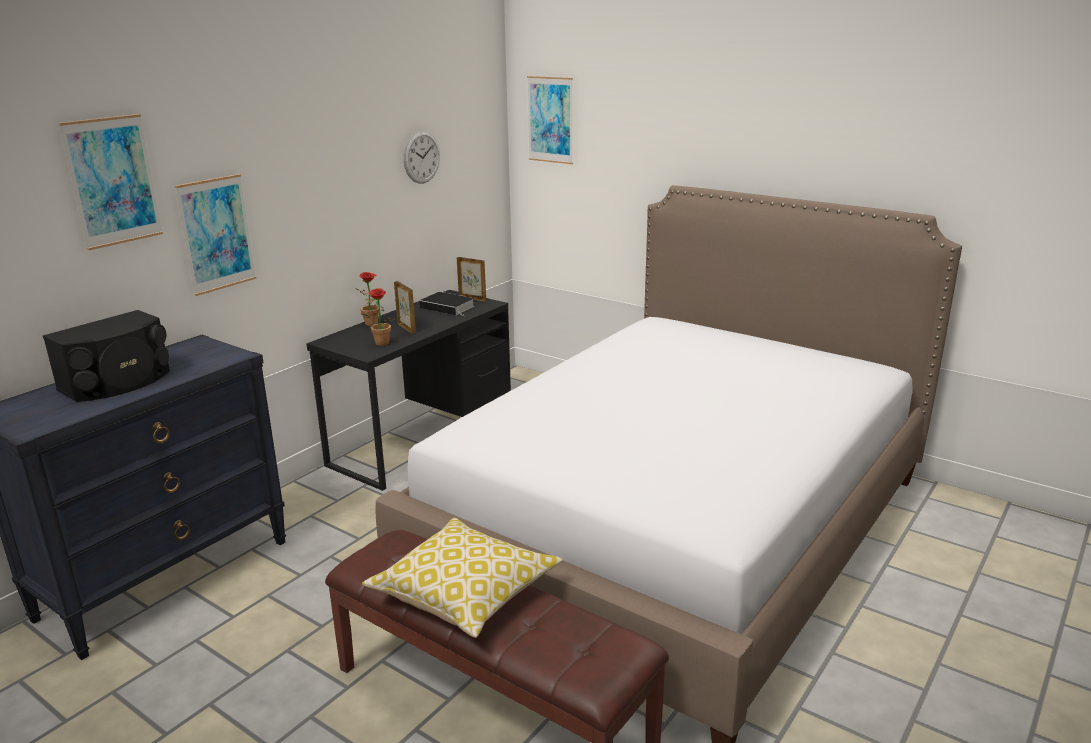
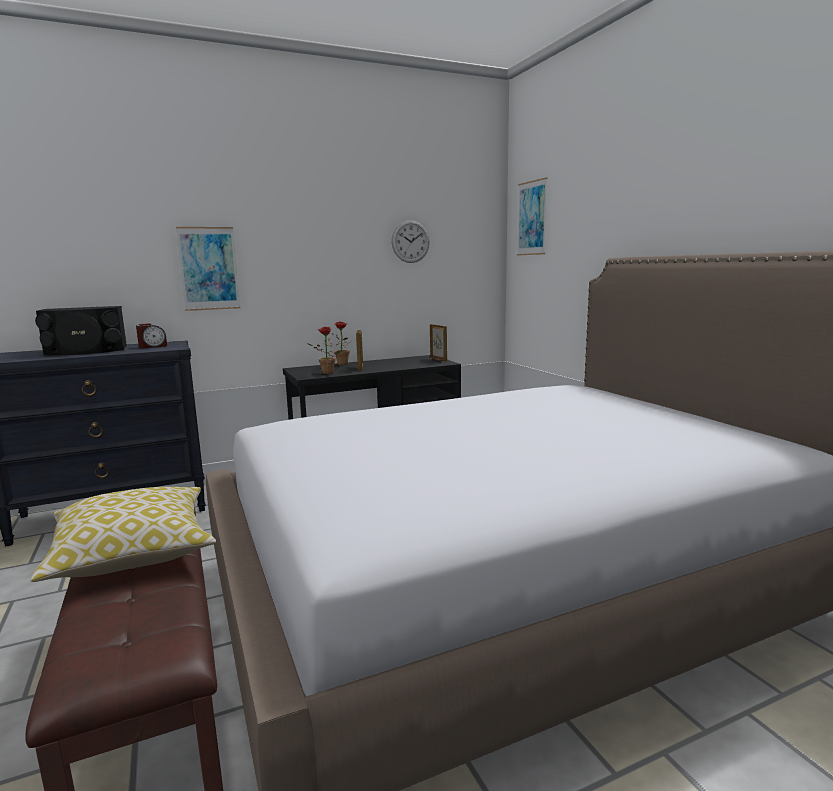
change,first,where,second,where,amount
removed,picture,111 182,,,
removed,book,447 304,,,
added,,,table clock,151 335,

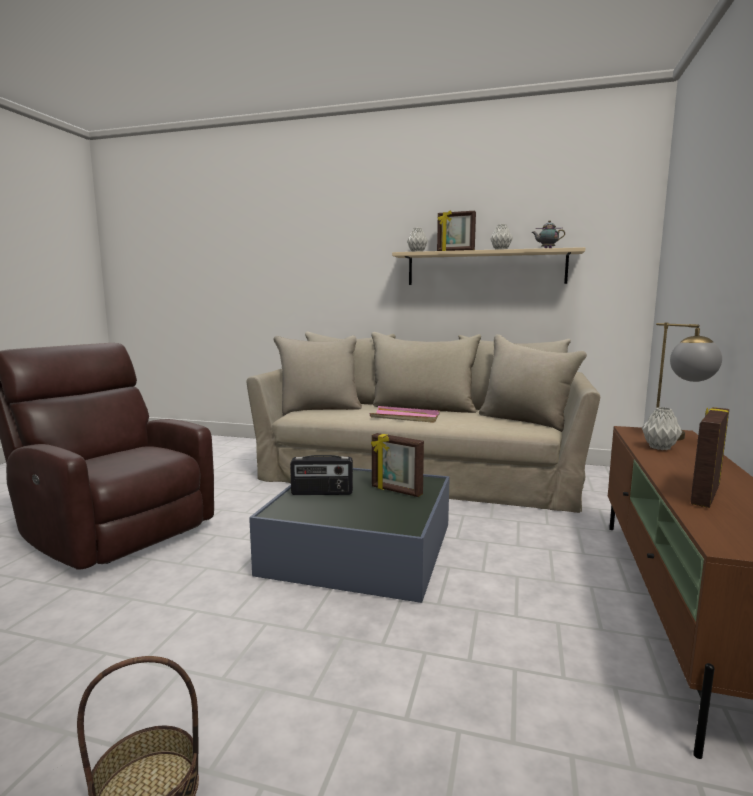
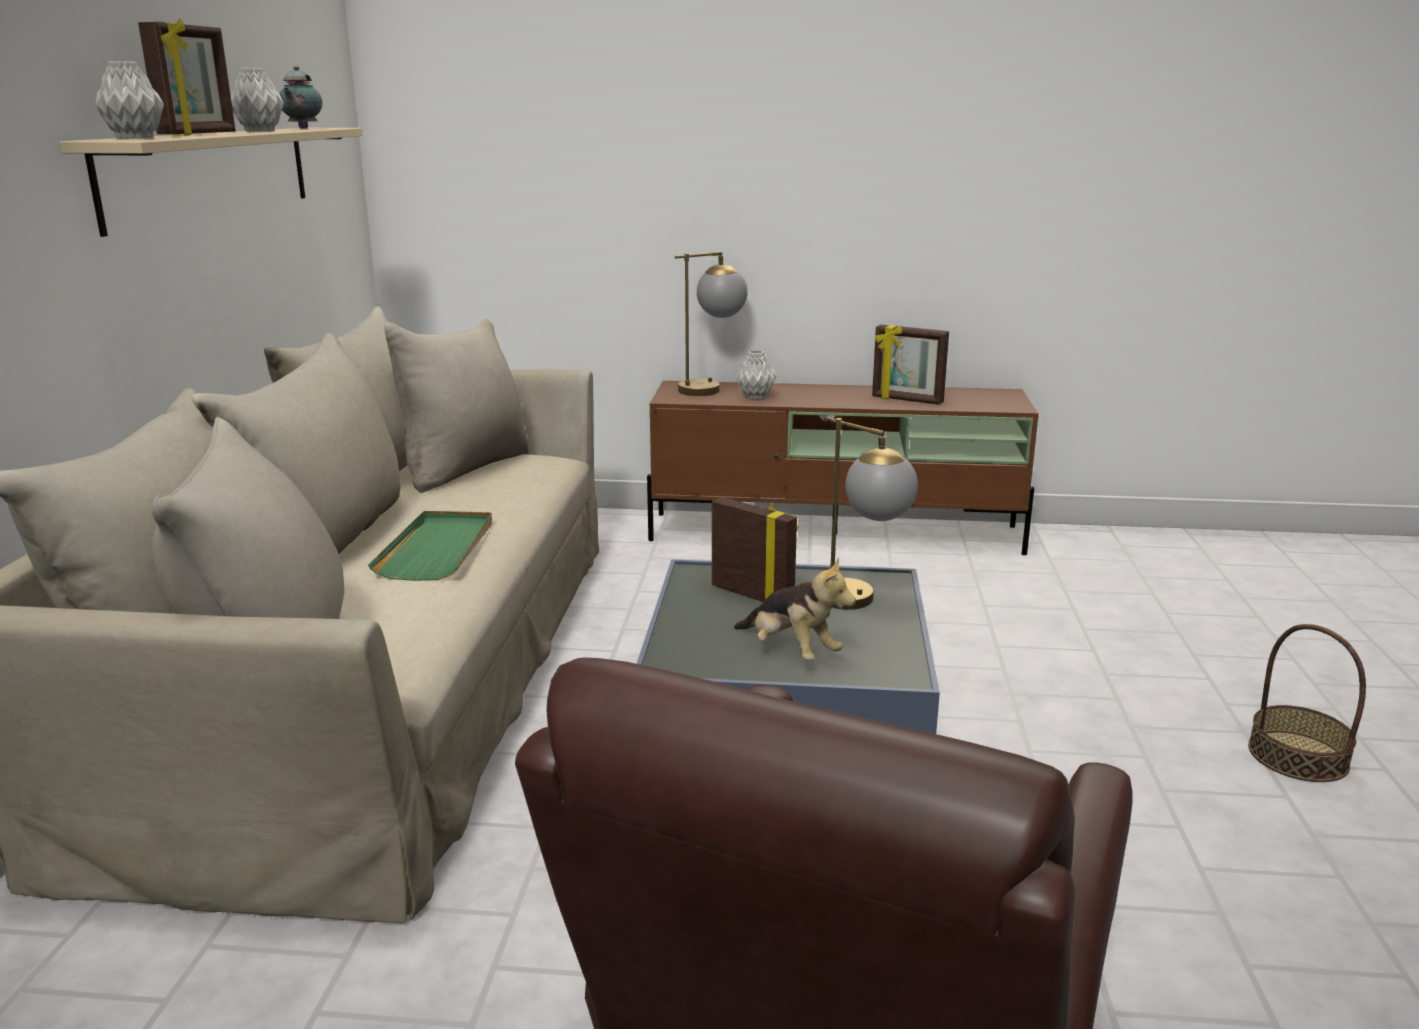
change,first,where,second,where,amount
recoloured,pinkish carrying tray,404 414,green-coloured carrying tray,430 546,
turned,picture frame,397 465,,755 549,75 degrees counterclockwise
replaced,radio set,321 475,plush toy,795 608,
added,,,table lamp,871 513,

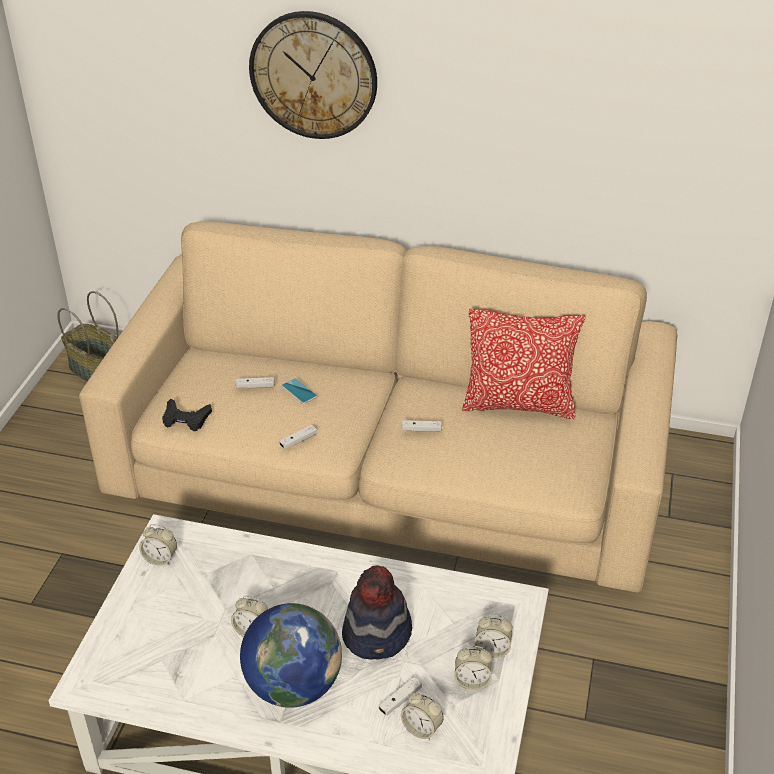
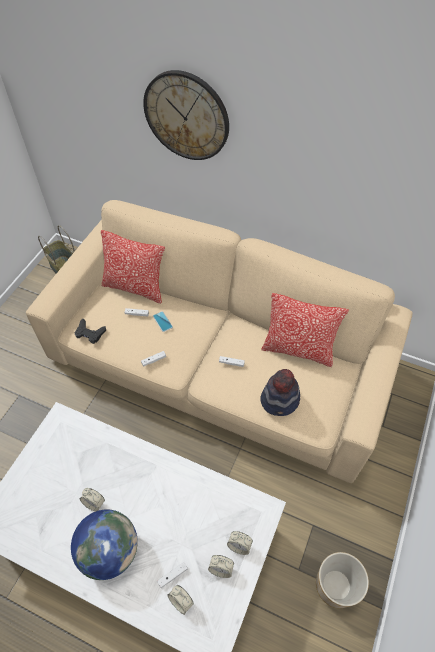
change,first,where,second,where,amount
removed,table clock,158 545,,,
moved,hat,377 612,,280 392,
added,,,pillow,133 267,
added,,,planter,342 580,

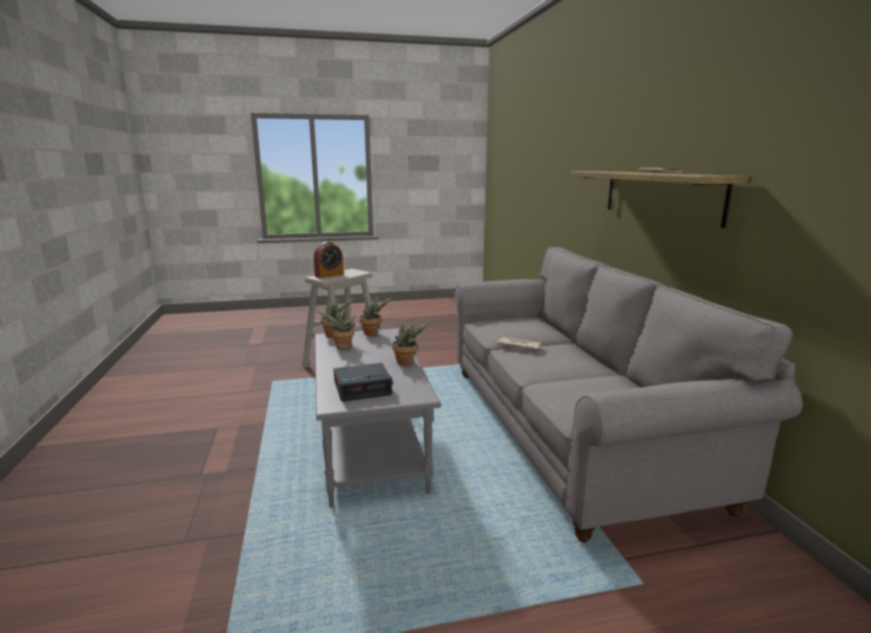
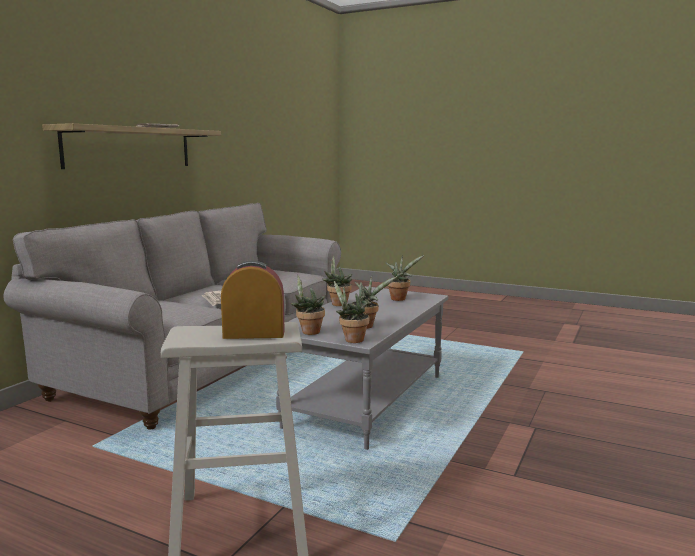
change,first,where,second,where,amount
replaced,table clock,363 382,potted plant,404 278,

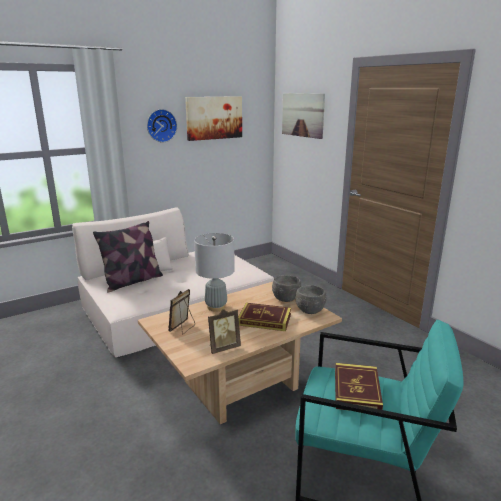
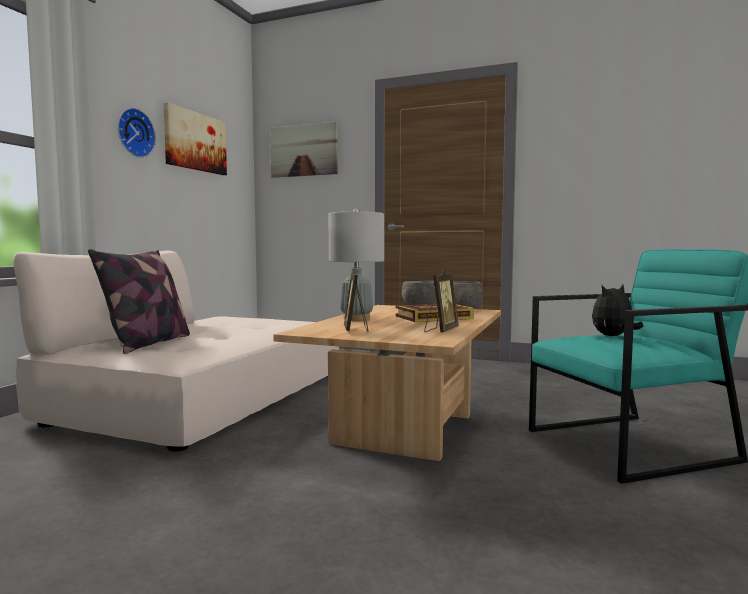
change,first,where,second,where,amount
replaced,book,359 387,plush toy,618 310,

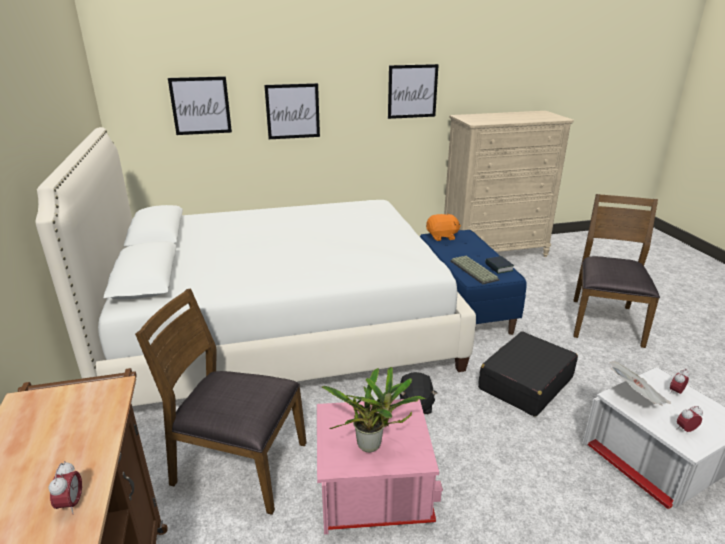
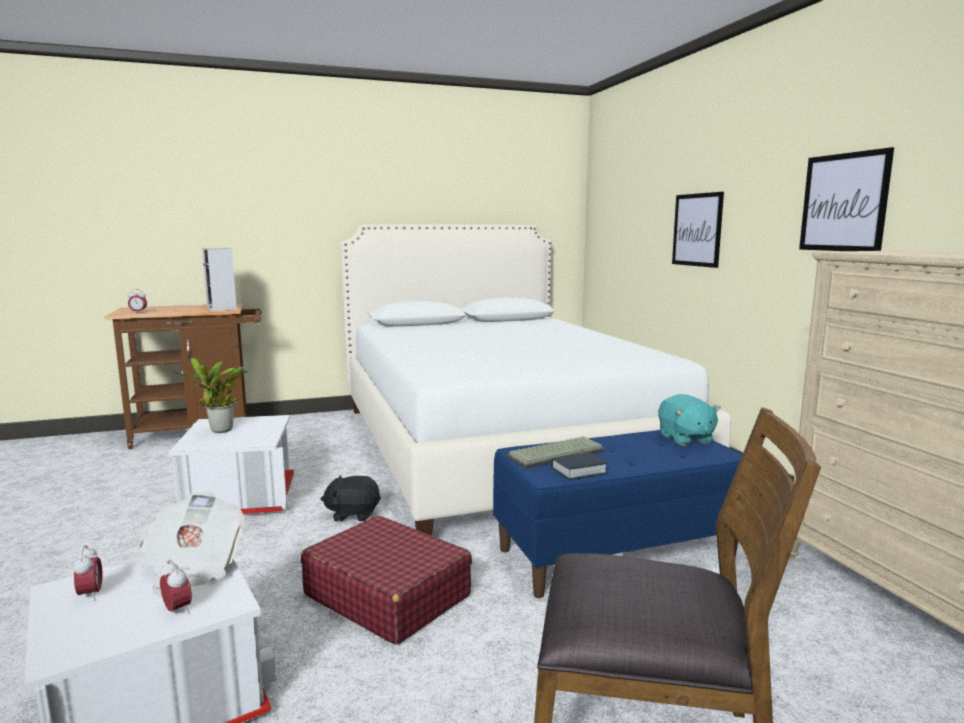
change,first,where,second,where,amount
removed,picture,200 105,,,
recoloured,orangey plush toy,443 227,turquoise-coloured plush toy,689 420,
removed,brown upright chair,221 401,,,
recoloured,black-coloured travel case,528 374,red-coloured travel case,386 580,
recoloured,pinkish storage container,380 466,white storage container,231 464,
added,,,audio speaker,219 280,

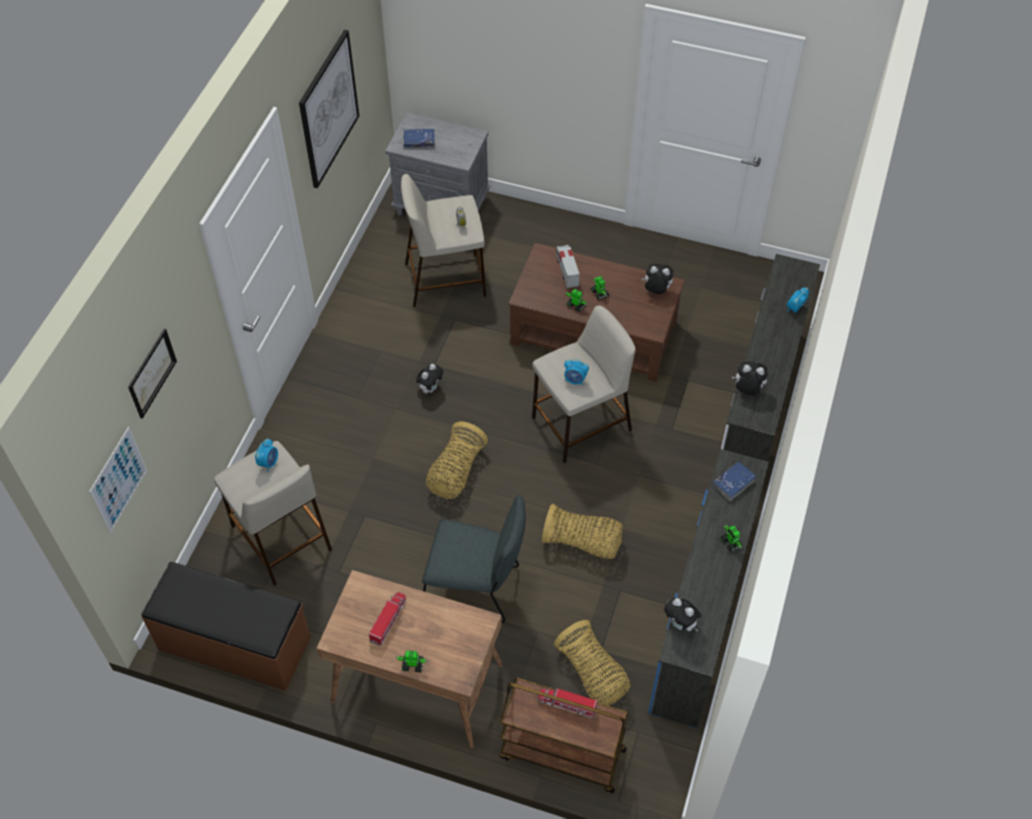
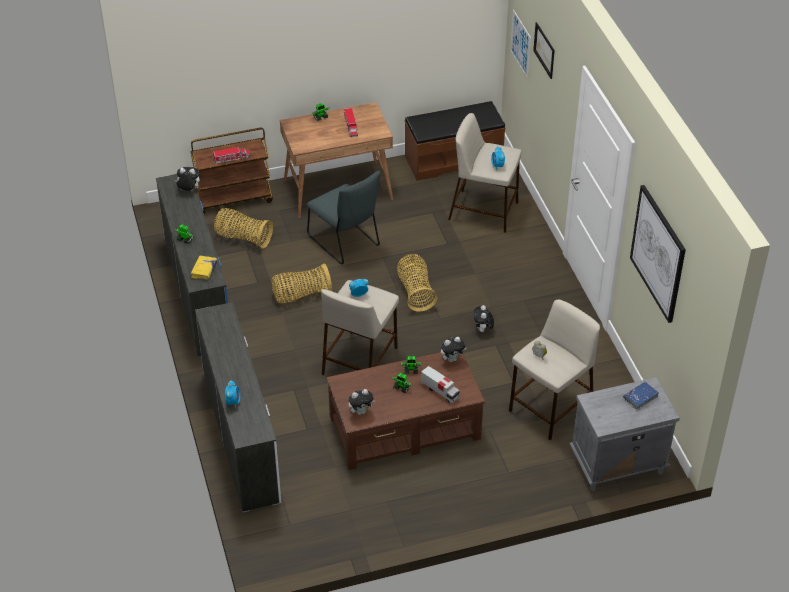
change,first,where,second,where,amount
moved,plush toy,750 378,,453 349,
recoloured,blue-coloured book,734 481,yellow book,204 267,
turned,grey upright chair,474 558,,343 217,105 degrees counterclockwise

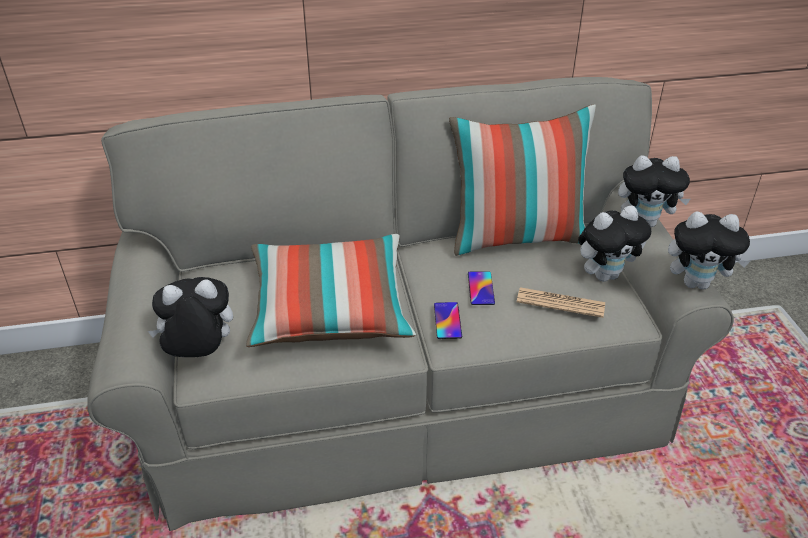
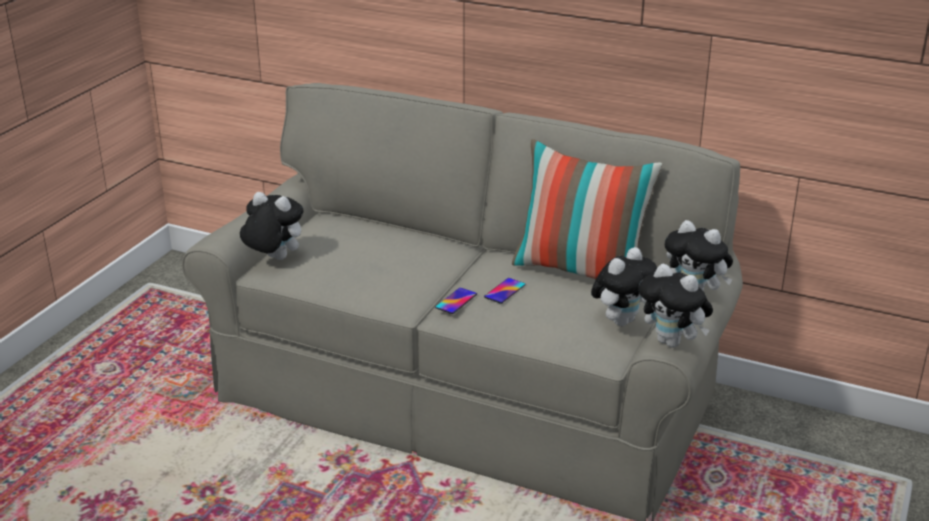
change,first,where,second,where,amount
turned,plush toy,614 244,,624 286,60 degrees counterclockwise
removed,pillow,331 290,,,
removed,daily paper,561 302,,,

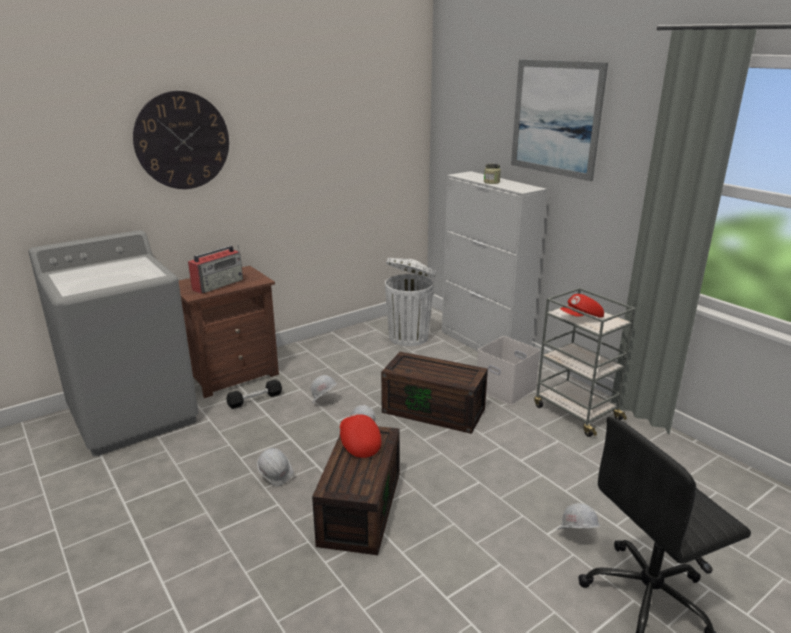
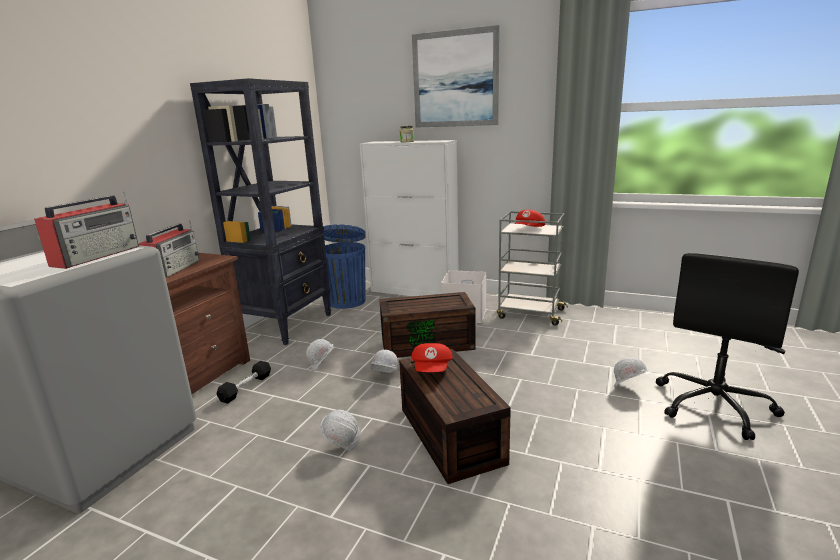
change,first,where,second,where,amount
removed,clock on the wall,181 140,,,
recoloured,white waste bin,410 302,blue-coloured waste bin,345 266,
turned,red-coloured baseball cap,361 436,,432 357,120 degrees counterclockwise
added,,,black-coloured shelving unit,260 211,
added,,,radio set,86 230,

